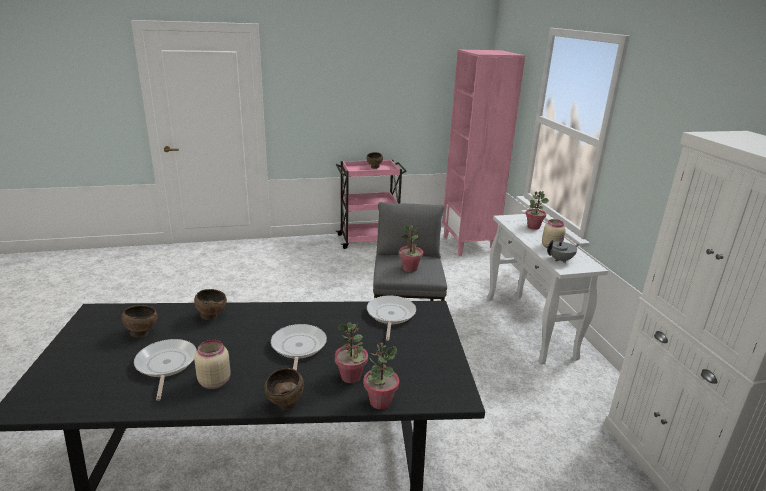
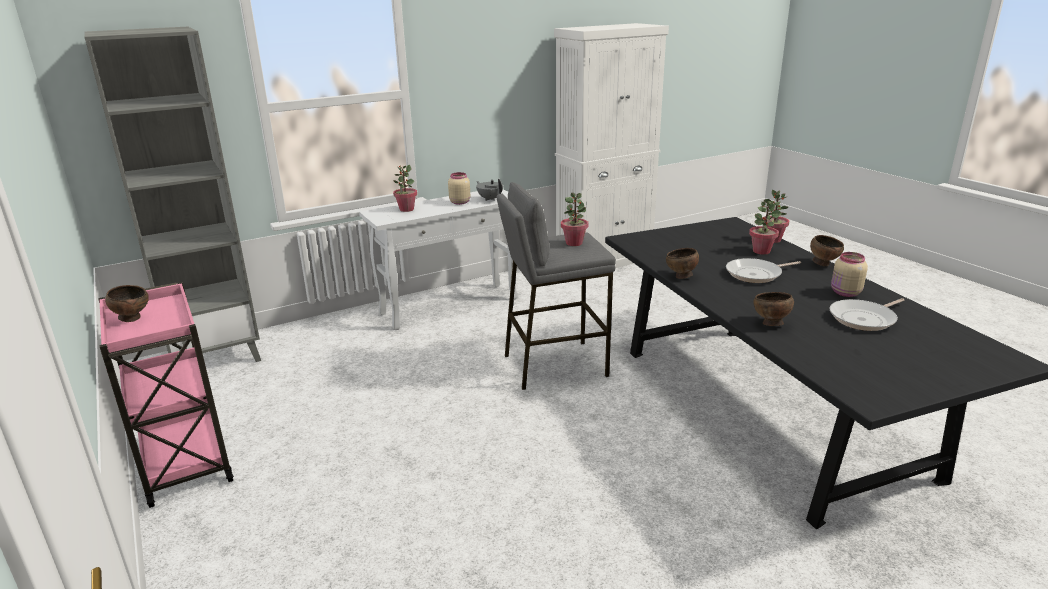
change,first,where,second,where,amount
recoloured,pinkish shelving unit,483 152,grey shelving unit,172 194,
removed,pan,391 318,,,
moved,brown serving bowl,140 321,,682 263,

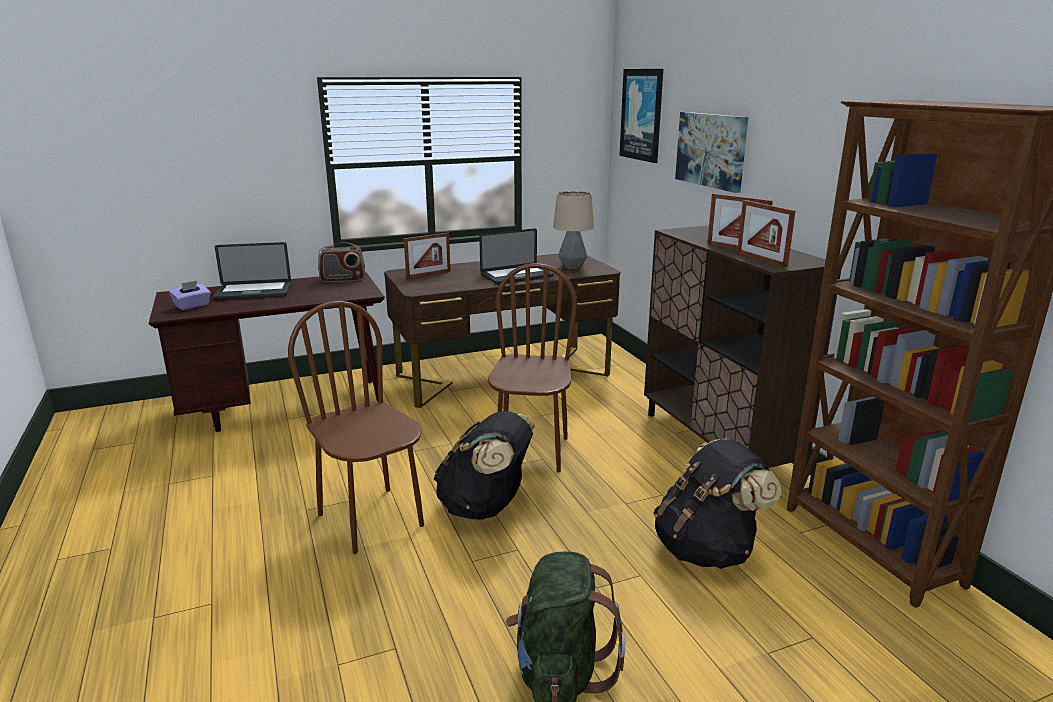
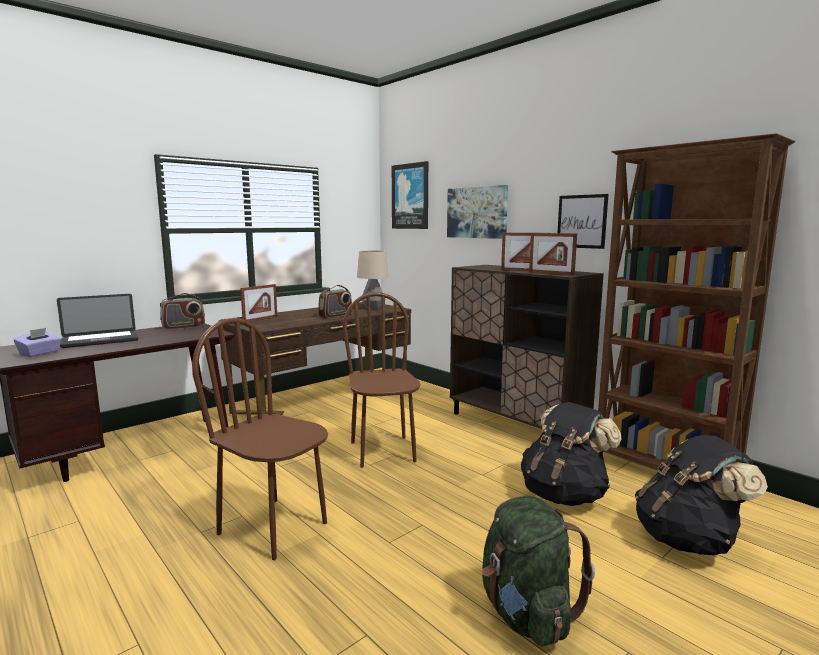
change,first,where,second,where,amount
replaced,laptop,516 256,radio set,335 301,
moved,black-coloured backpack,484 465,,701 495,
added,,,picture,583 221,

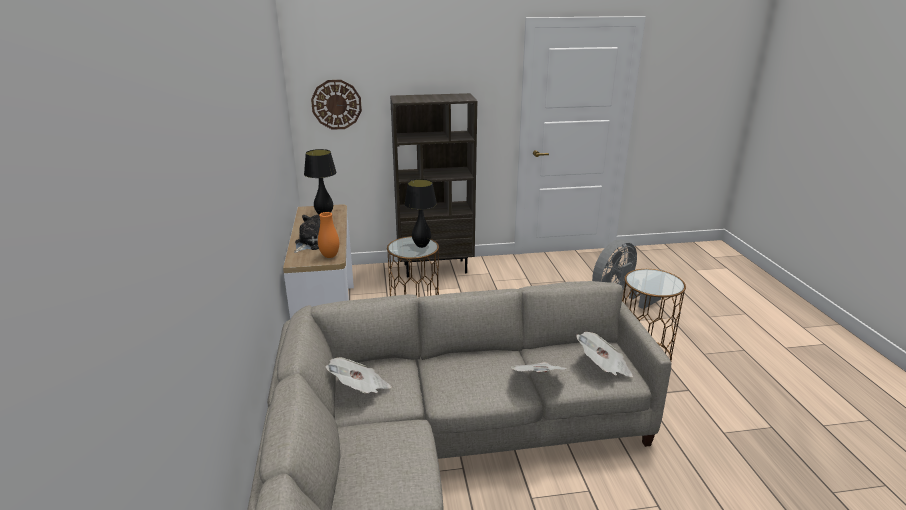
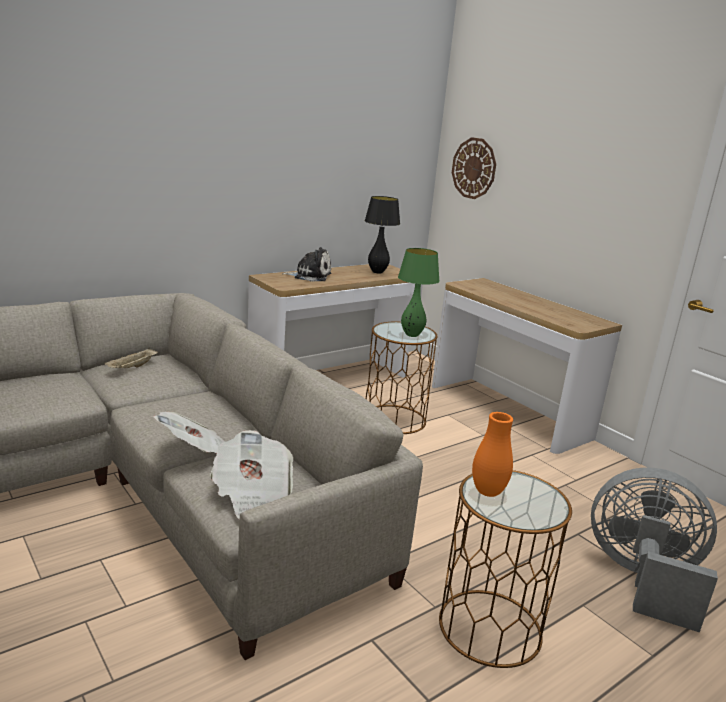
change,first,where,second,where,amount
replaced,brown shelving unit,433 185,console table,527 366,
recoloured,black-coloured table lamp,420 213,green-coloured table lamp,419 292,
moved,orangey vase,328 235,,492 454,
replaced,daily paper,359 375,beige carrying tray,131 358,

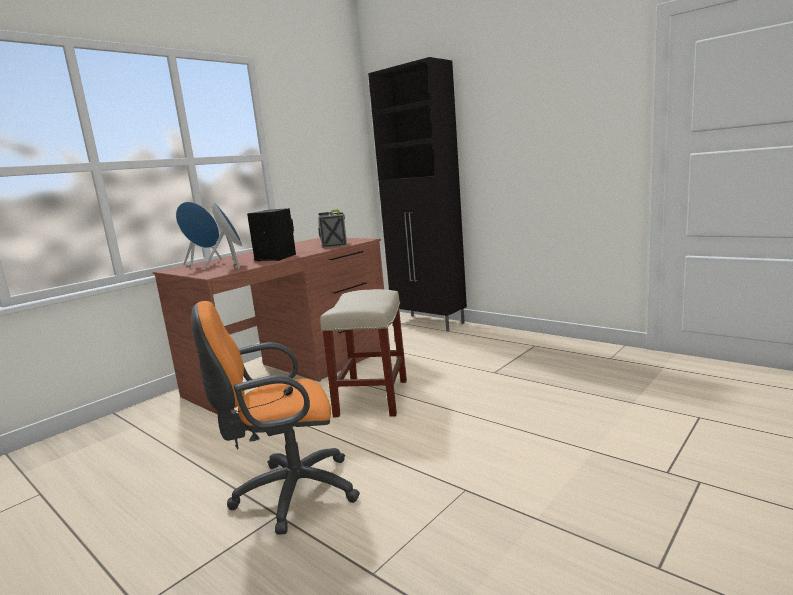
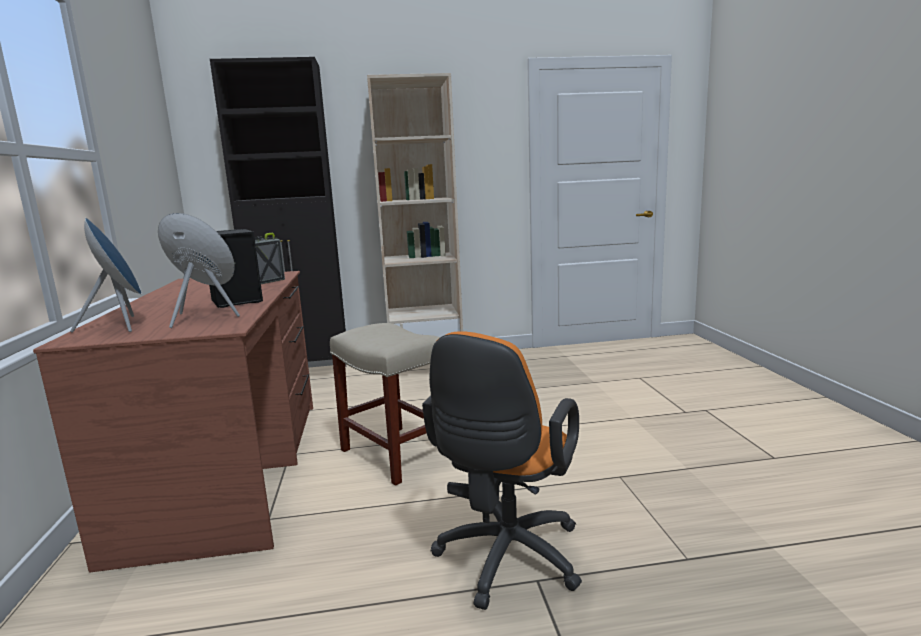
change,first,where,second,where,amount
added,,,beige shelving unit,415 205,

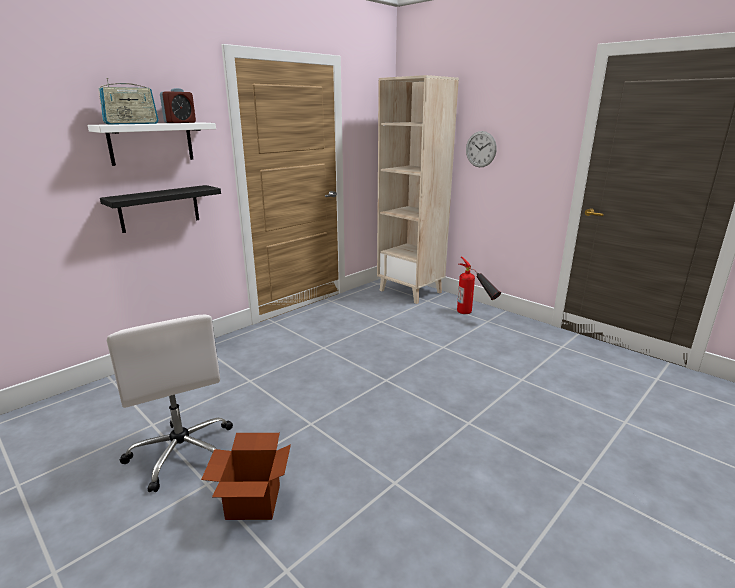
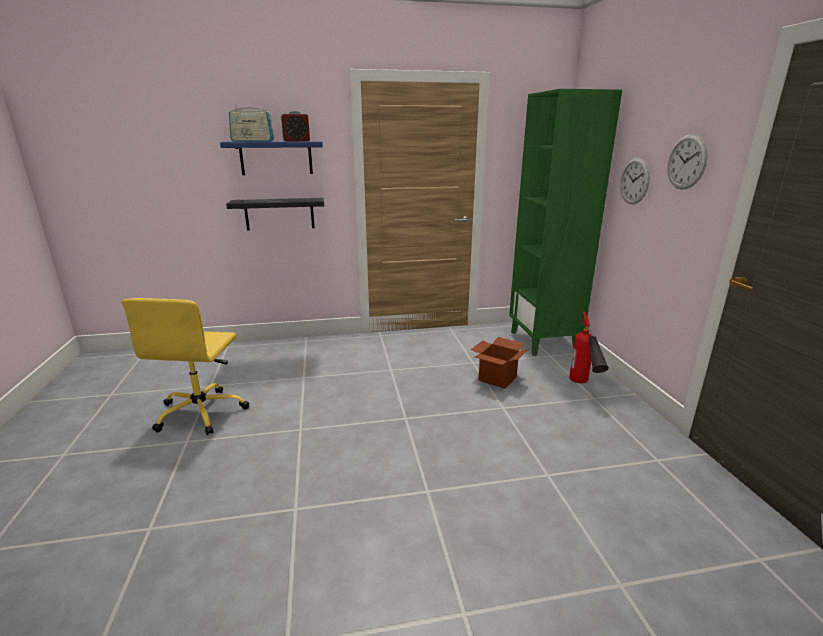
change,first,where,second,where,amount
recoloured,beige shelving unit,418 189,green-coloured shelving unit,565 222,
recoloured,white shelf,151 144,blue-coloured shelf,271 158,
recoloured,white desk chair,169 403,yellow desk chair,185 366,
moved,packing box,246 476,,499 363,
added,,,clock on the wall,687 161,

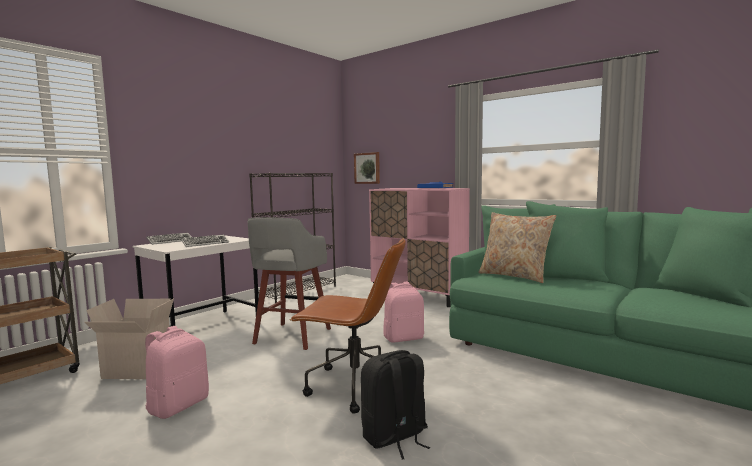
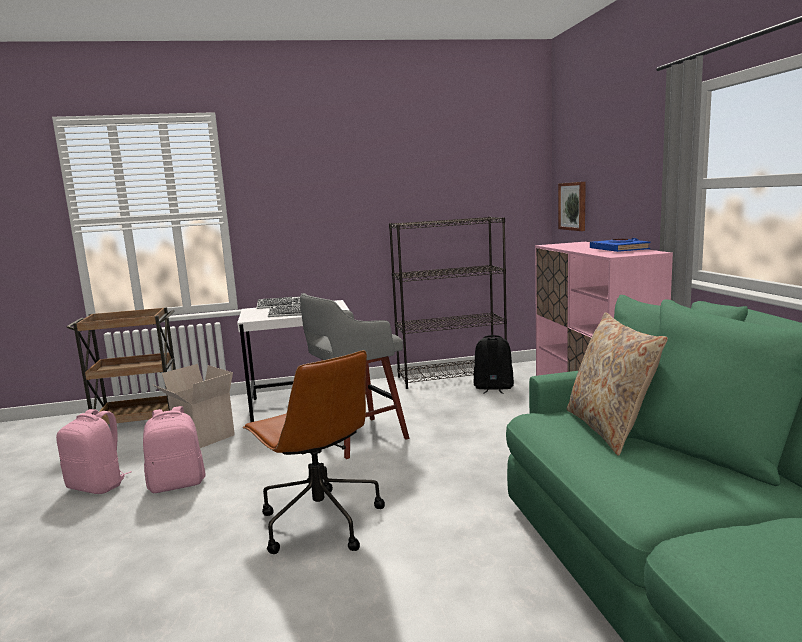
change,first,where,second,where,amount
moved,pinkish backpack,404 312,,93 451,
moved,black-coloured backpack,395 405,,493 364,

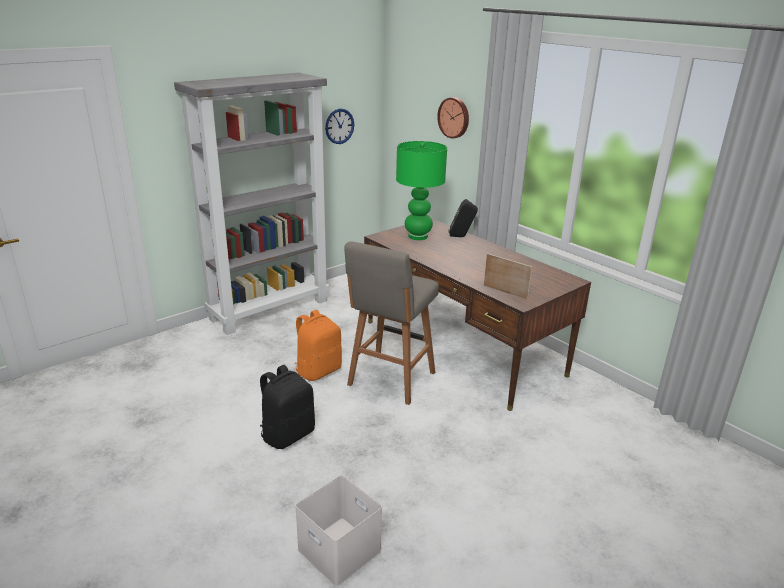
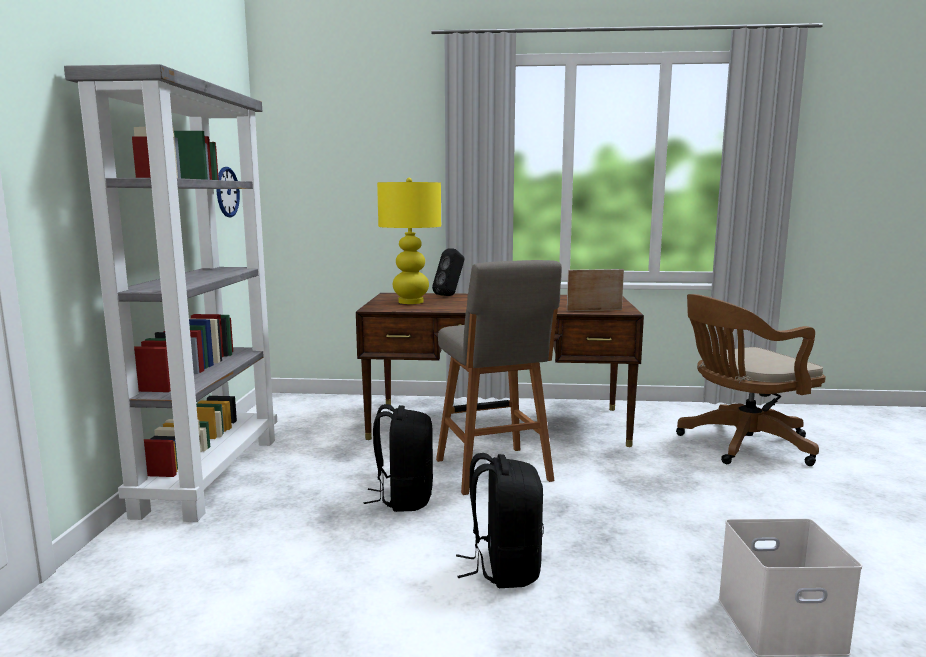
change,first,where,second,where,amount
removed,clock on the wall,453 117,,,
recoloured,green-coloured table lamp,421 190,yellow table lamp,409 241,
recoloured,orangey backpack,318 345,black-coloured backpack,398 458,
added,,,brown desk chair,751 380,

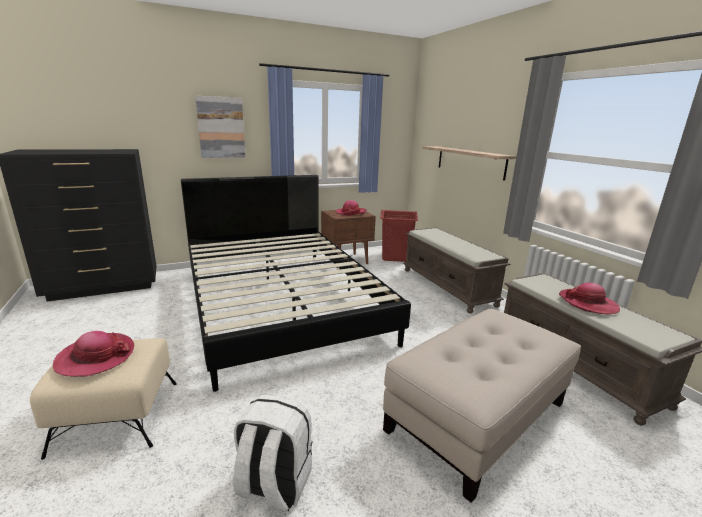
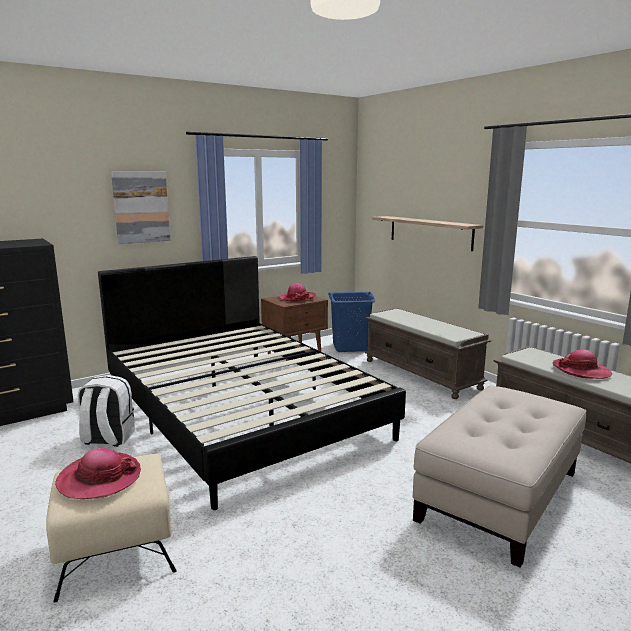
change,first,where,second,where,amount
recoloured,red-coloured washing basket,399 236,blue-coloured washing basket,352 321,
moved,white backpack,272 453,,106 411,

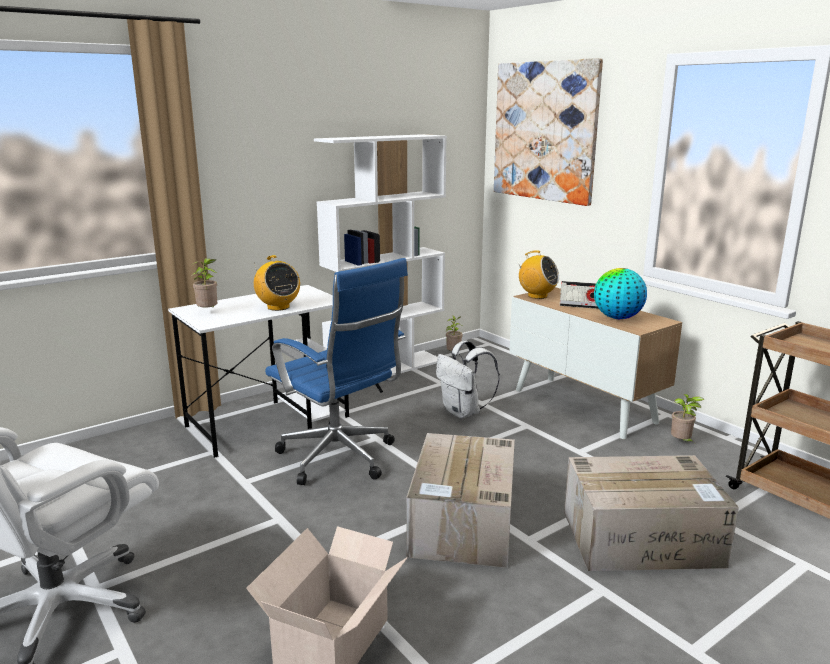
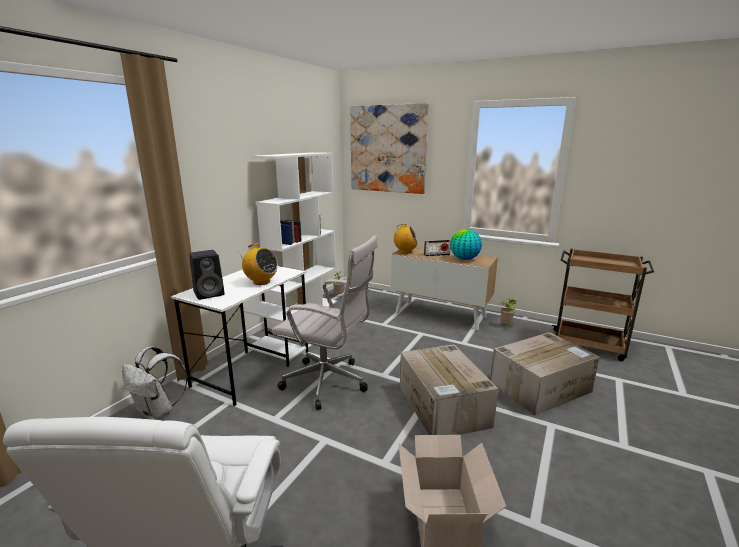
change,first,where,second,where,amount
replaced,potted plant,204 283,black-coloured audio speaker,207 275,
recoloured,blue-coloured desk chair,336 371,white desk chair,324 322,
moved,white backpack,468 380,,154 383,

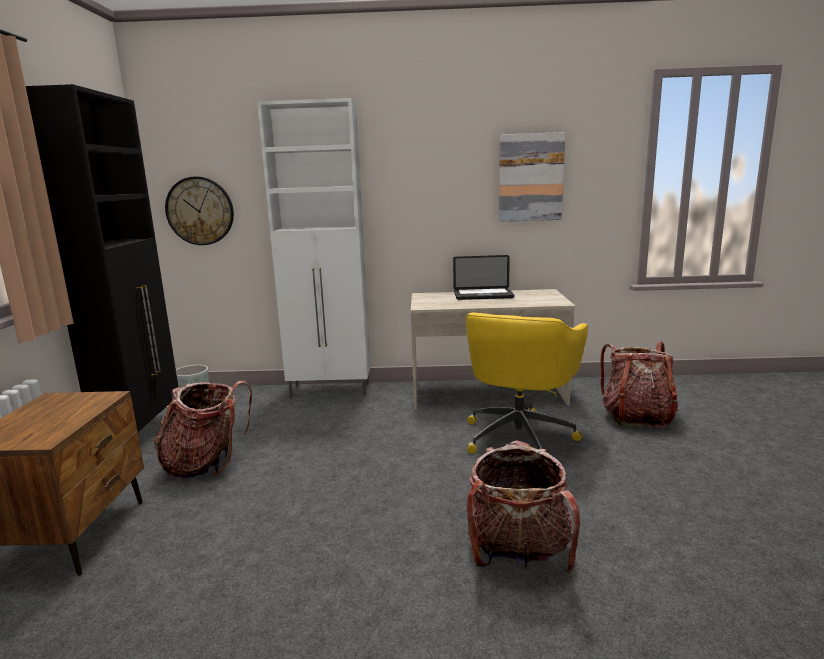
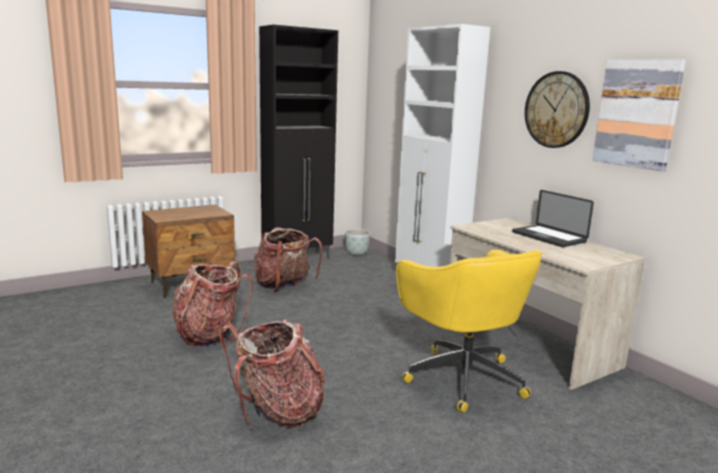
change,first,where,second,where,amount
moved,clock on the wall,199 211,,557 109,
turned,yellow desk chair,527 383,,469 331,105 degrees counterclockwise
moved,backpack,639 384,,212 304,

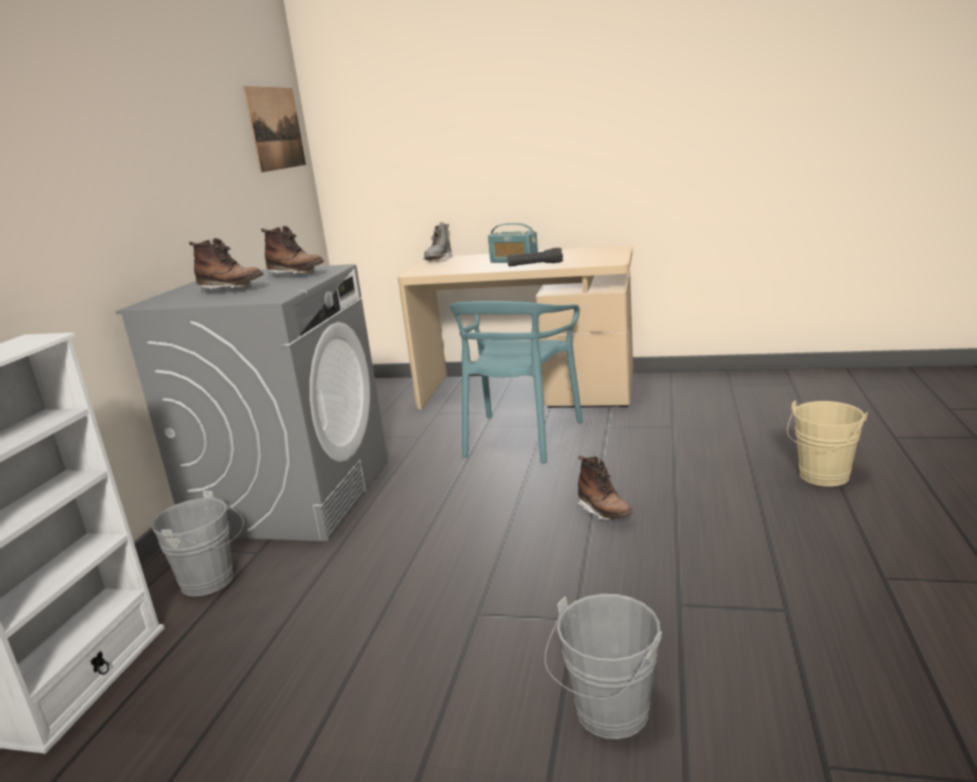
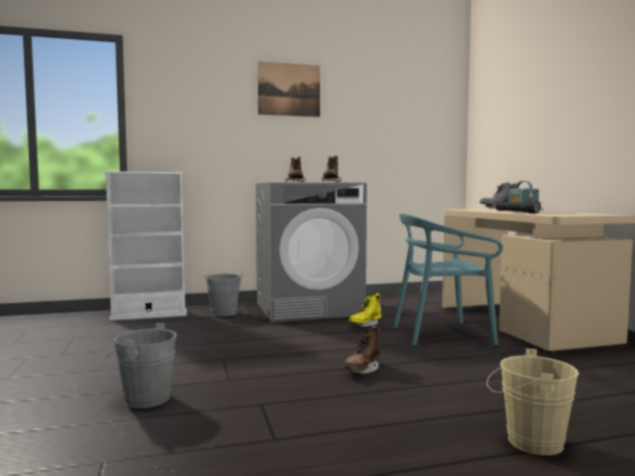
change,first,where,second,where,amount
moved,picture,274 129,,289 89,
added,,,yellow high-top boot,365 310,

